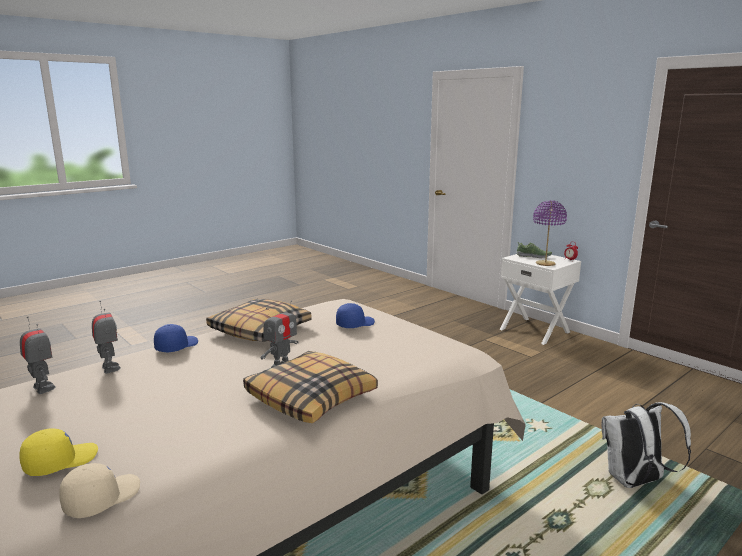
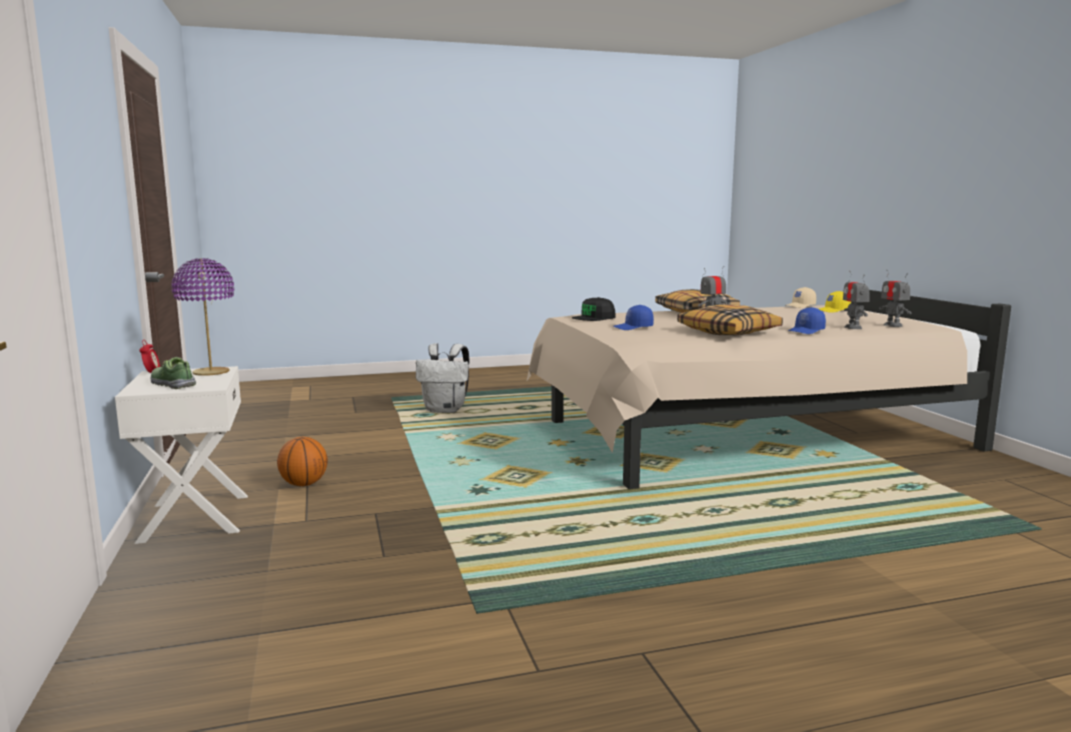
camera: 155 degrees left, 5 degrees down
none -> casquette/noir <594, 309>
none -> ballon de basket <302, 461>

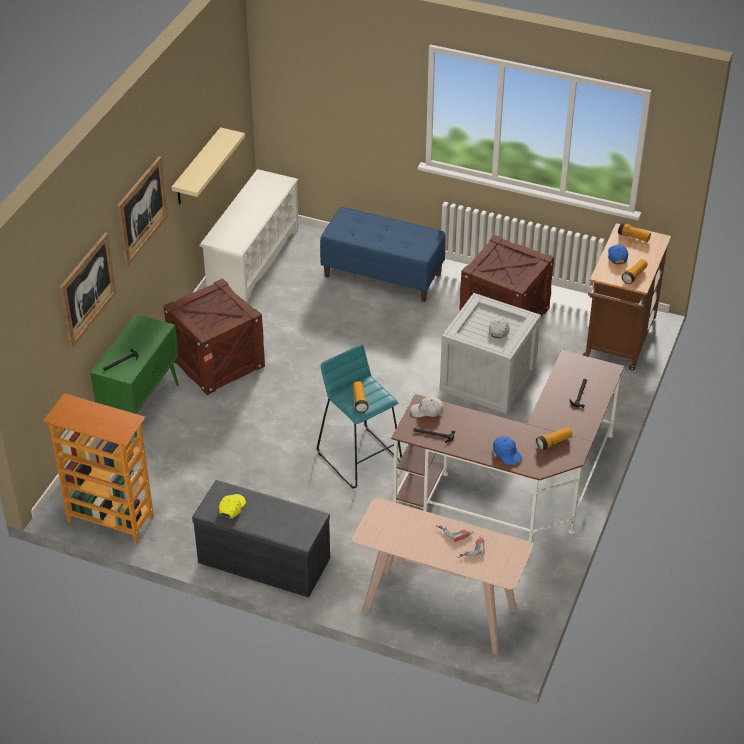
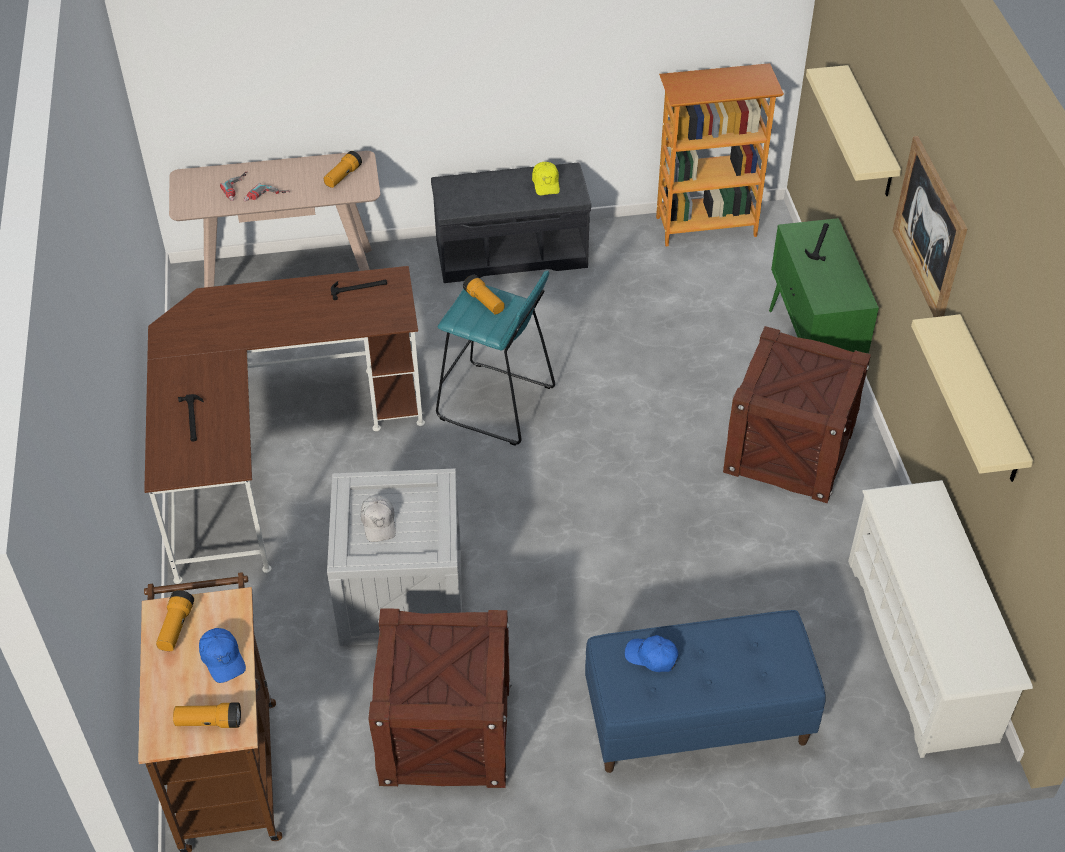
camera: 150 degrees right, 5 degrees up
tableau <87, 290> -> étagère/beige <853, 130>
casquette/blanc <426, 407> -> none
lampe de poche <554, 438> -> lampe de poche <343, 169>, relocated
casquette/bleu <507, 450> -> casquette/bleu <652, 653>, relocated

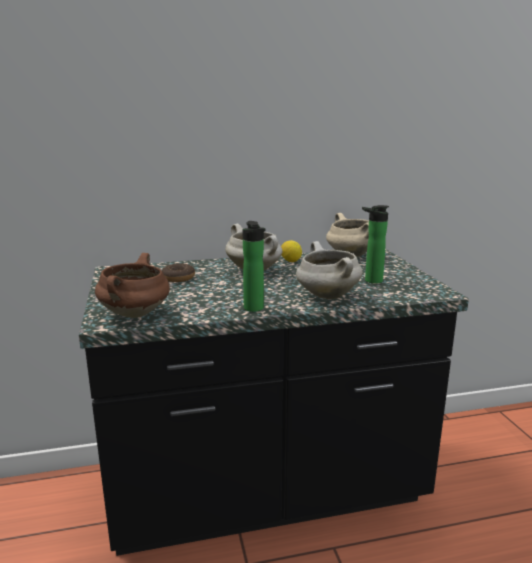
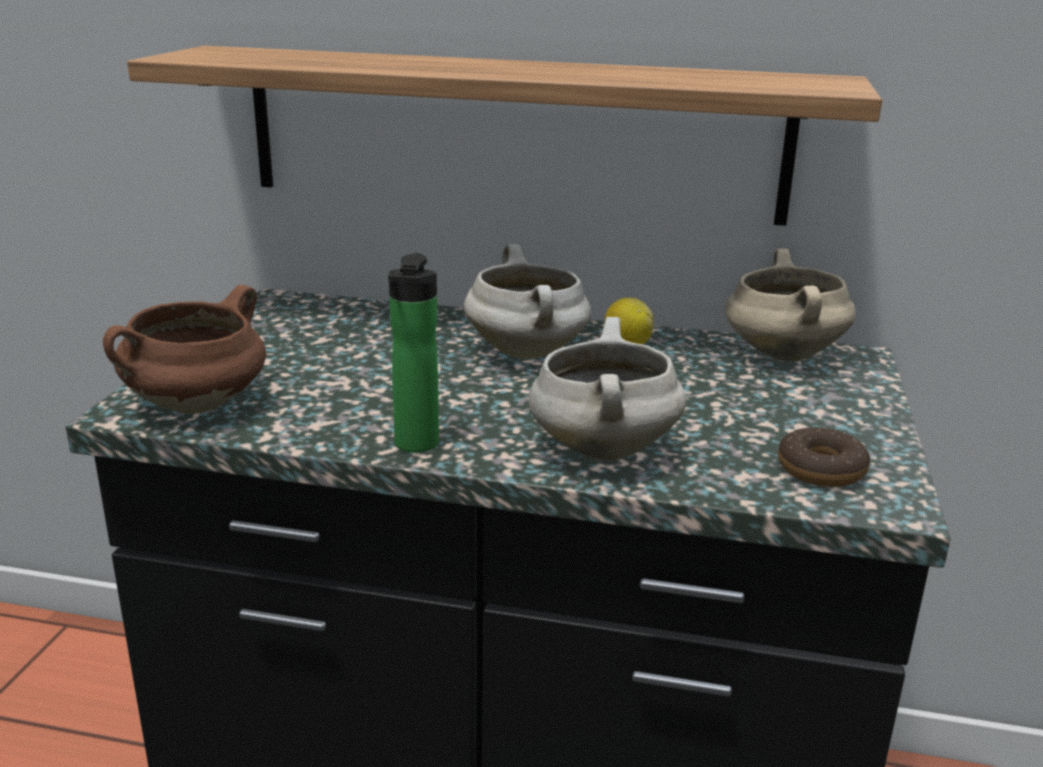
camera: 25 degrees right, 5 degrees up
bouteille <375, 244> -> none
beignet <178, 272> -> beignet <824, 457>, relocated
none -> étagère <504, 136>

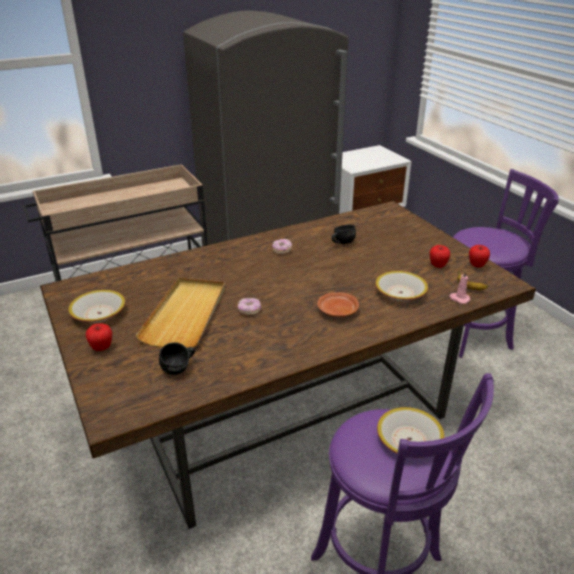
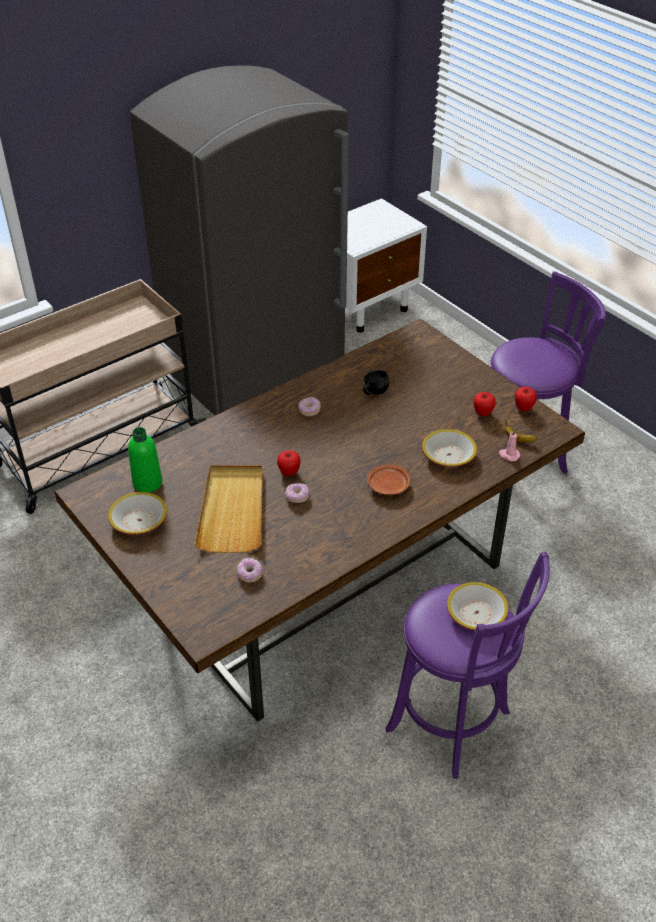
camera: 10 degrees left, 10 degrees up
pomme <99, 337> -> pomme <289, 463>, relocated
mug/noir <177, 358> -> beignet <250, 570>
none -> bouteille/vert <145, 459>

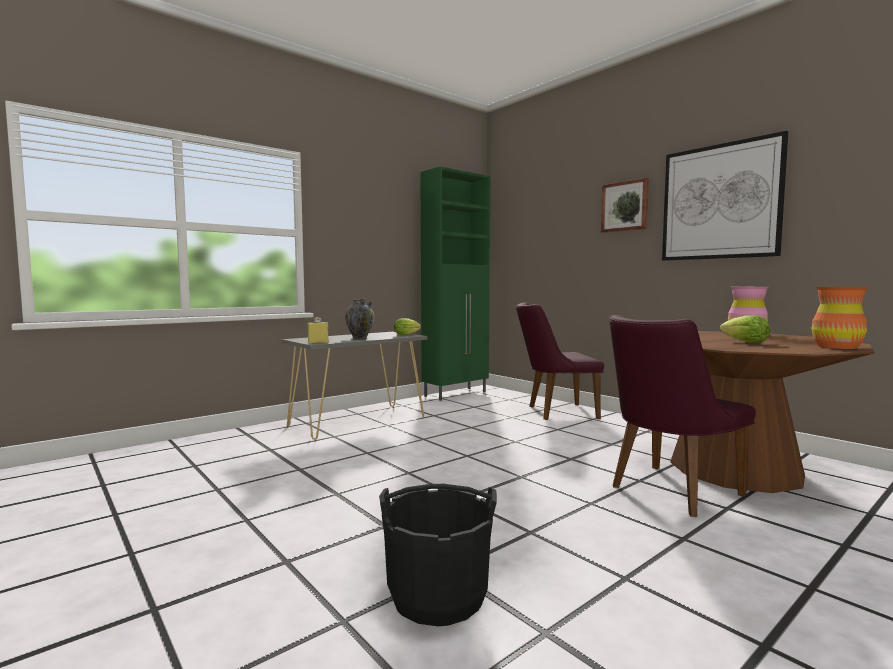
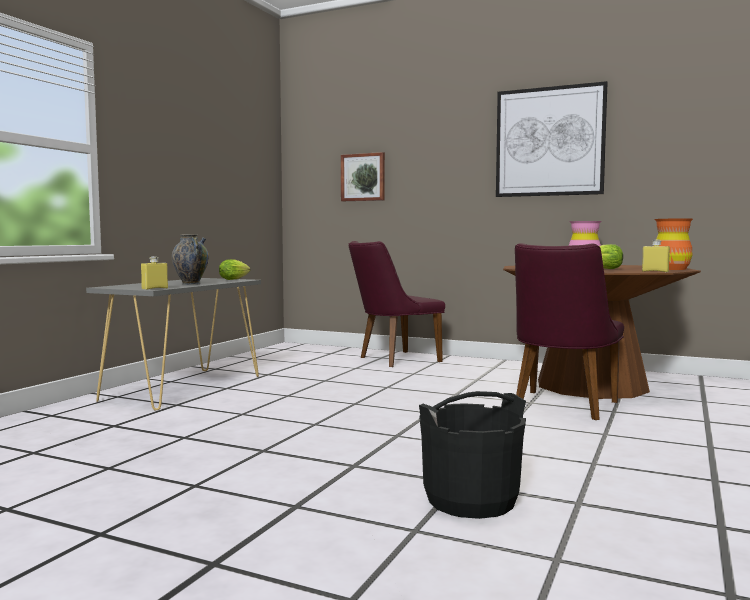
camera: 25 degrees left, 0 degrees up
meuble de rangement/vert <455, 284> -> none
tableau <625, 205> -> tableau <363, 176>, relocated
none -> bouteille/jaune <656, 255>

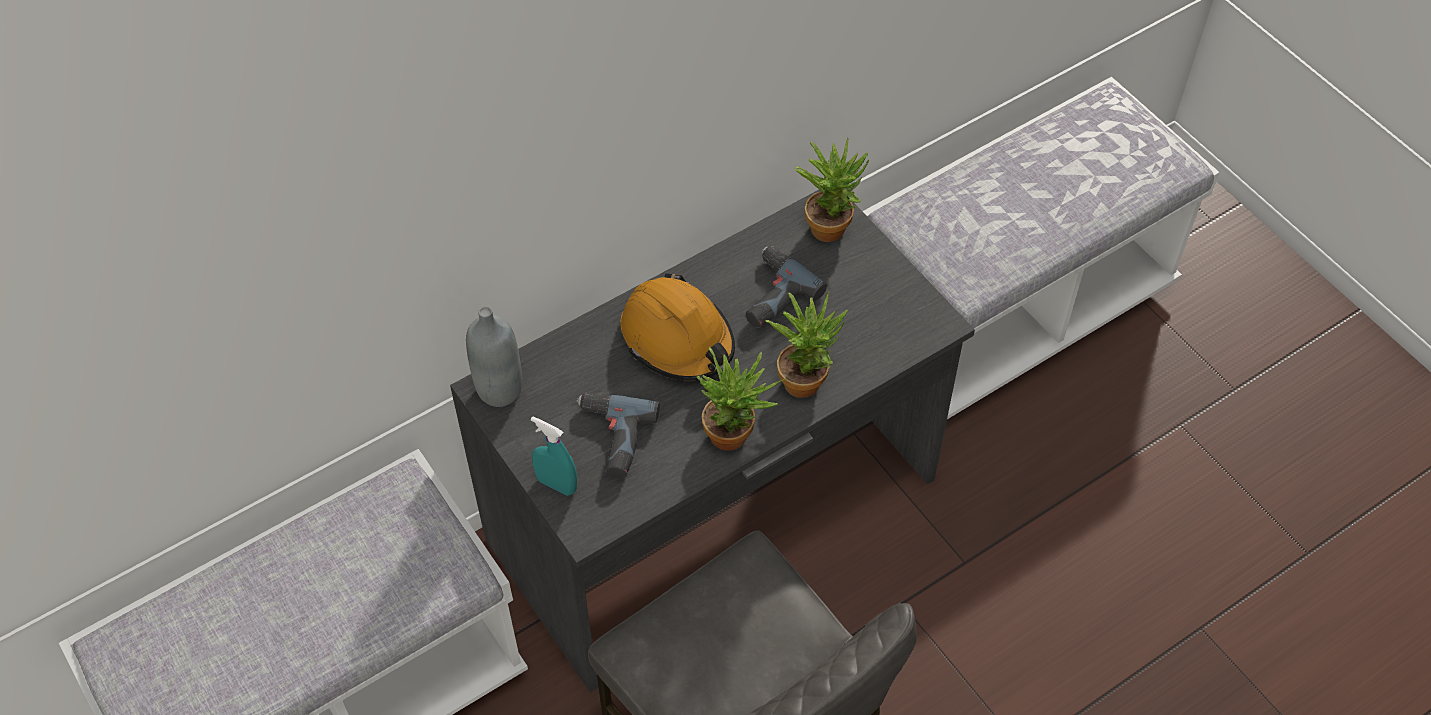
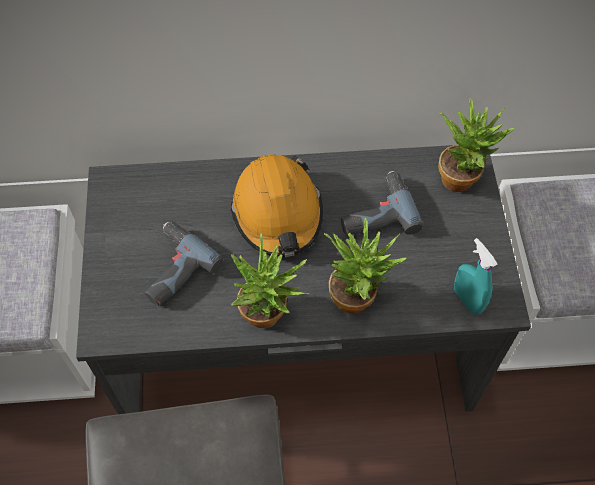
camera: 30 degrees right, 5 degrees up
bouteille/gris <494, 356> -> none
vaporisateur/turquoise <554, 456> -> vaporisateur/turquoise <476, 276>, relocated

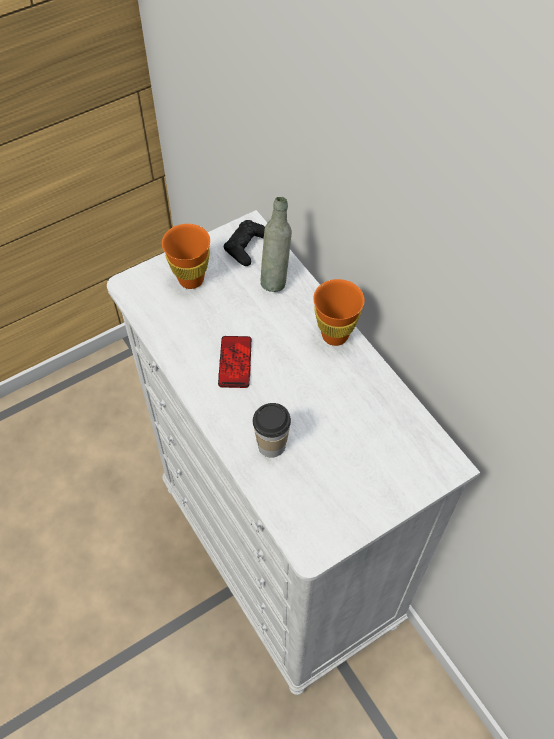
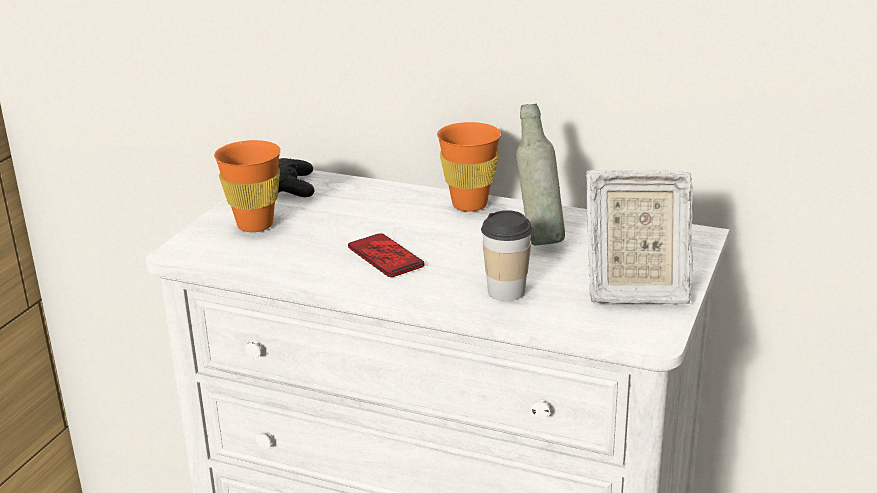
camera: 35 degrees left, 30 degrees down
bouteille/gris <276, 244> -> bouteille/gris <540, 174>, relocated
none -> cadre photo <639, 237>

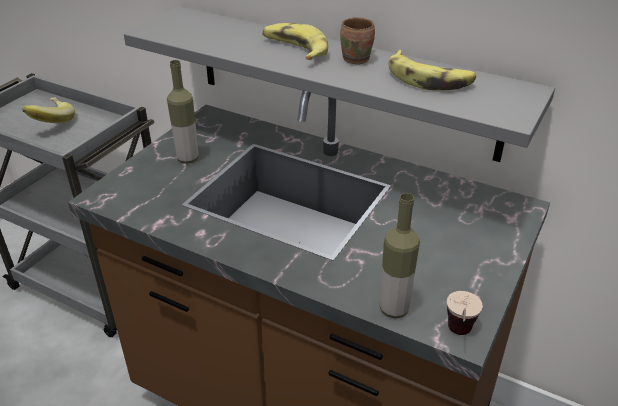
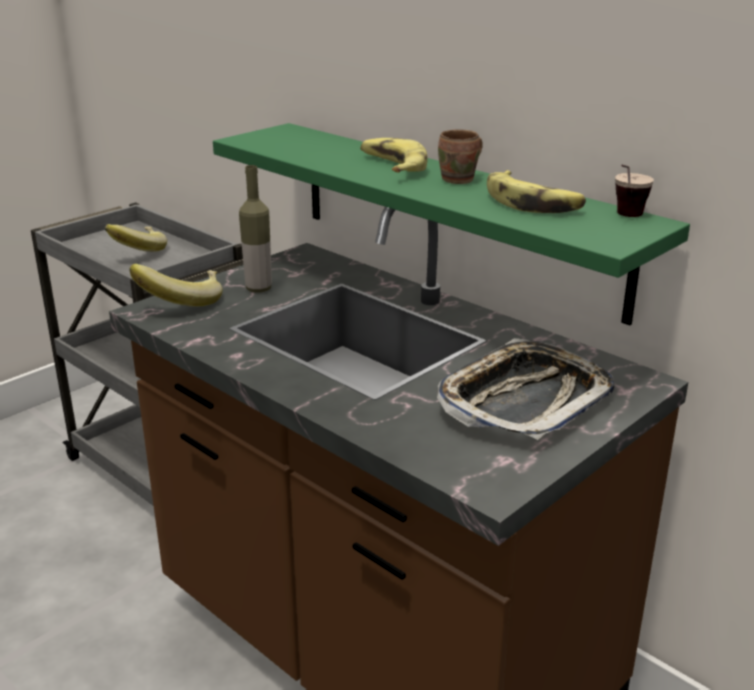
camera: 15 degrees right, 10 degrees down
étagère/gris <339, 84> -> étagère/vert <451, 224>
bouteille <399, 256> -> none
tasse <465, 313> -> tasse <634, 191>, relocated
none -> banane <176, 285>
none -> plateau <526, 389>

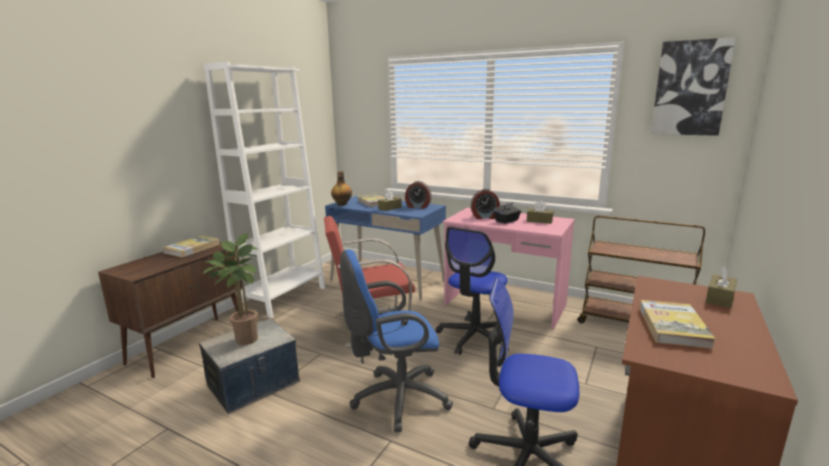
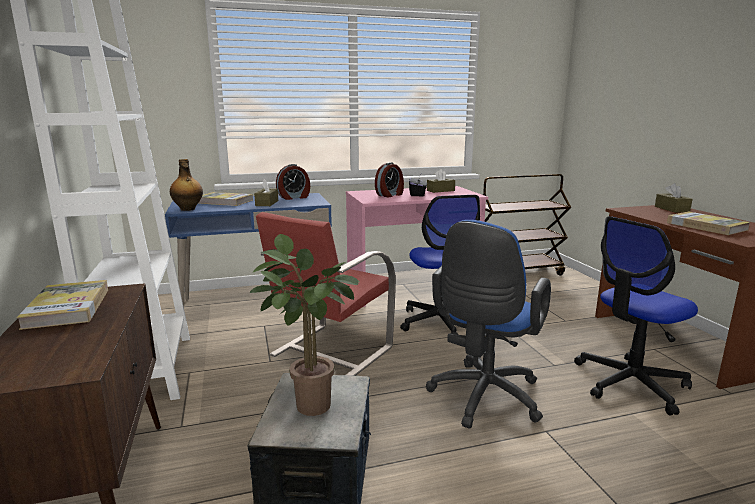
camera: 45 degrees left, 0 degrees up
tableau <693, 86> -> none

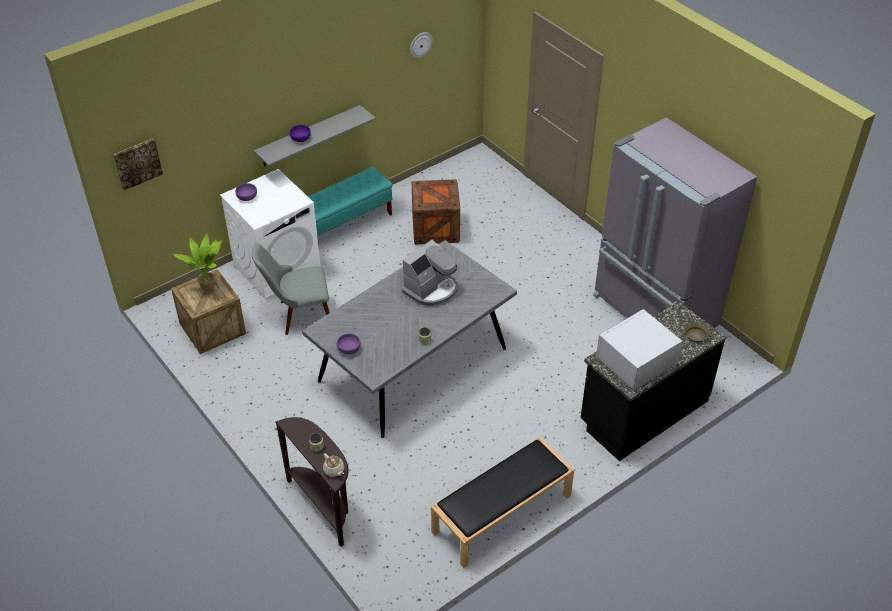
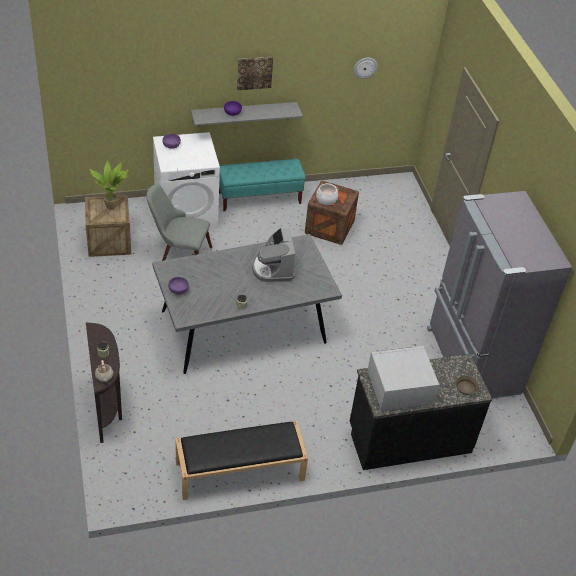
camera: 20 degrees right, 0 degrees up
tableau <138, 164> -> tableau <255, 73>, relocated
machine à café <430, 273> -> machine à café <273, 255>, 105 degrees clockwise
none -> marmite <327, 194>

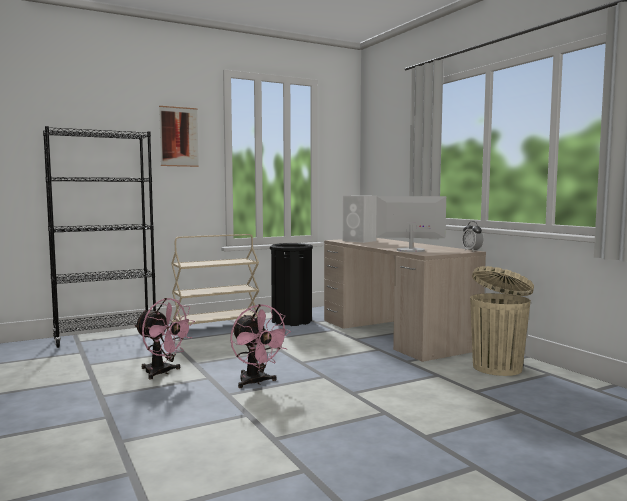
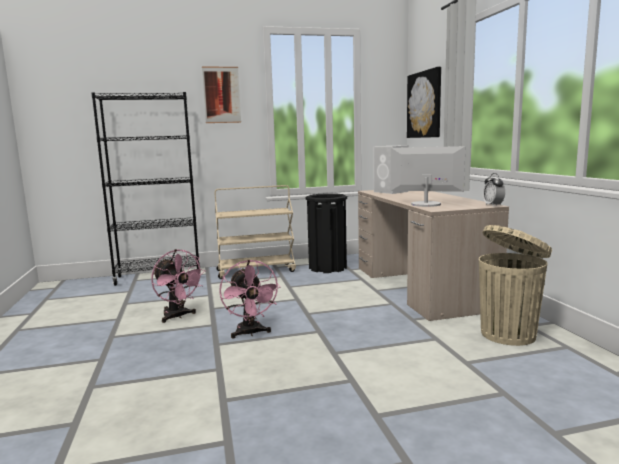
camera: 15 degrees right, 5 degrees up
none -> tableau <424, 102>

